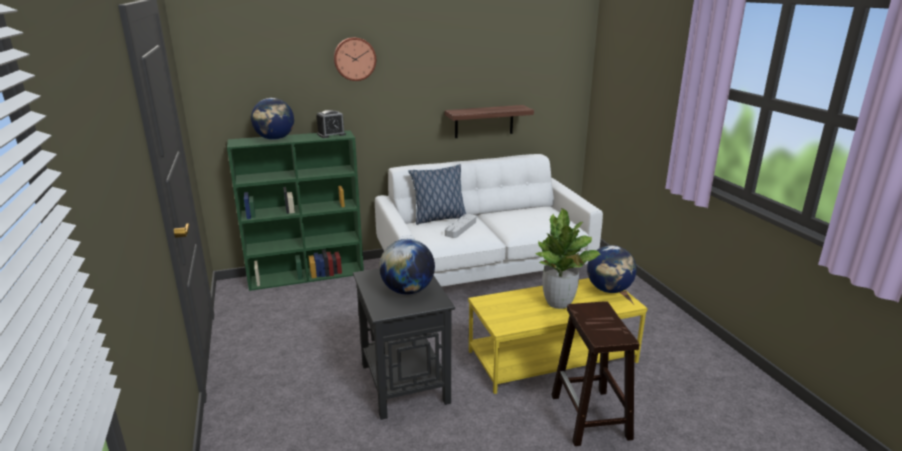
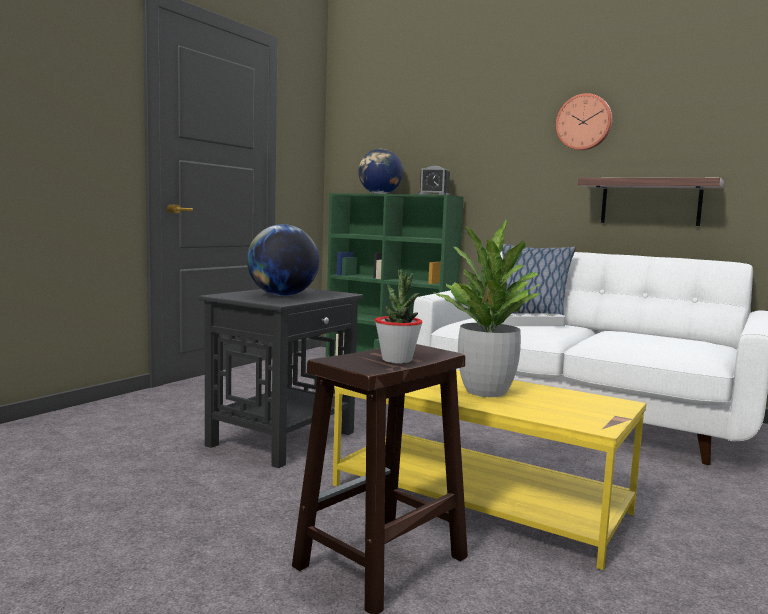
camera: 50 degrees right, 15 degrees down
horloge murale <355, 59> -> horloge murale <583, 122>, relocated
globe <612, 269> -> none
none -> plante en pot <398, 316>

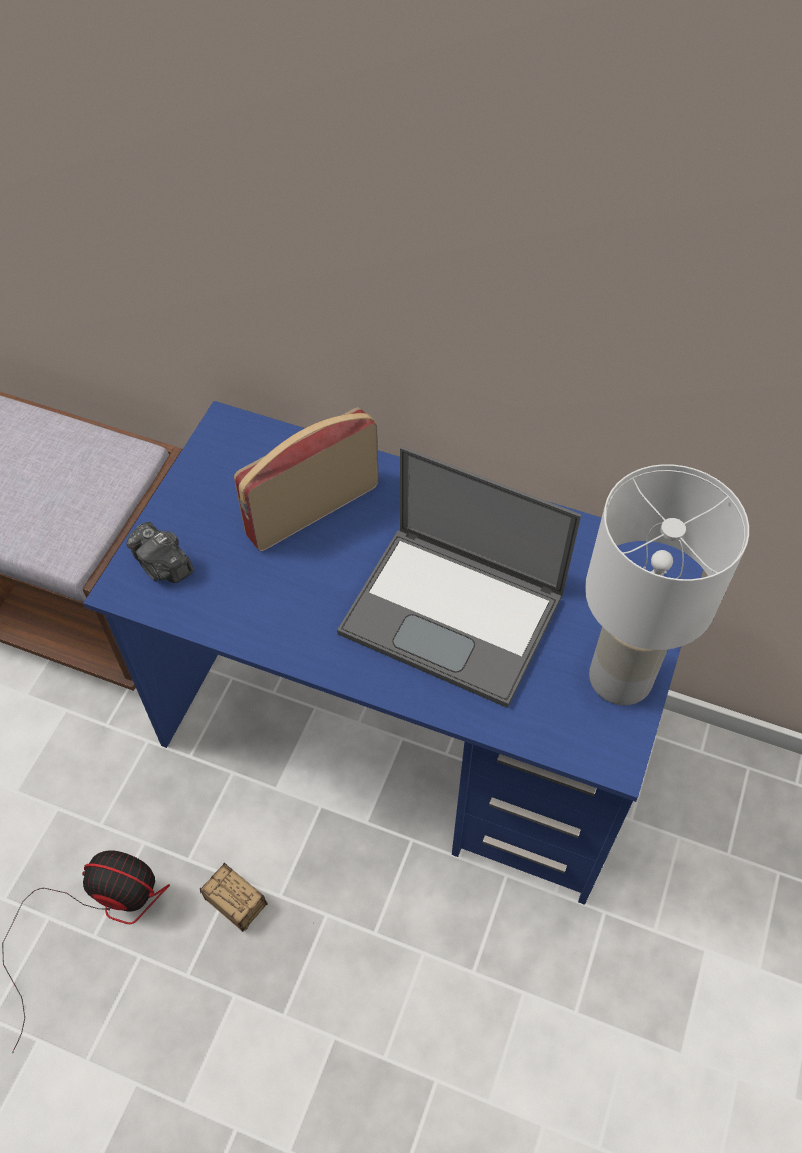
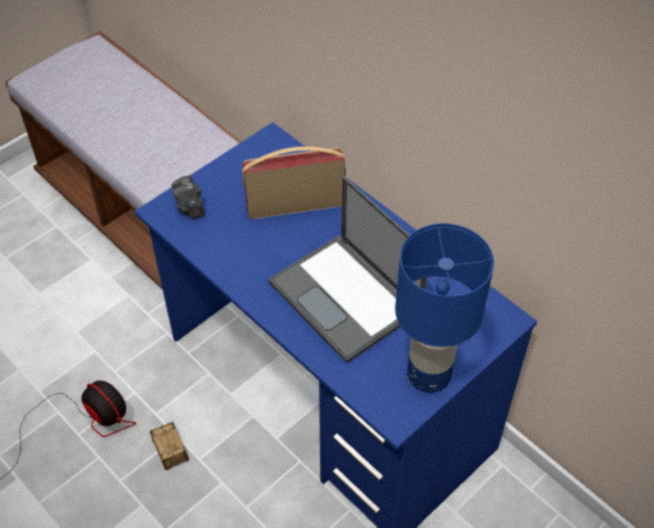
camera: 25 degrees right, 5 degrees down
lampe de table/blanc <667, 584> -> lampe de table/bleu <444, 308>

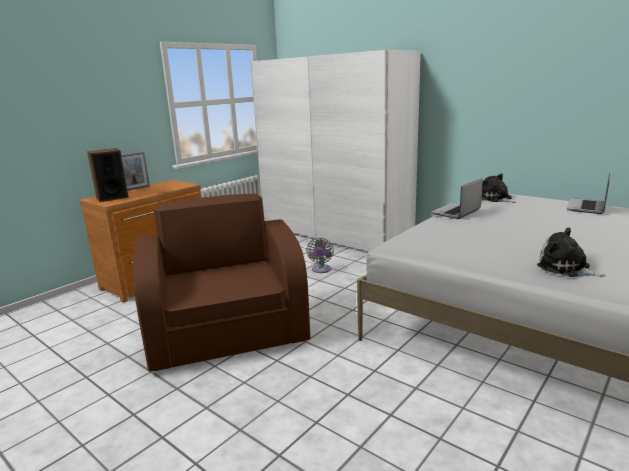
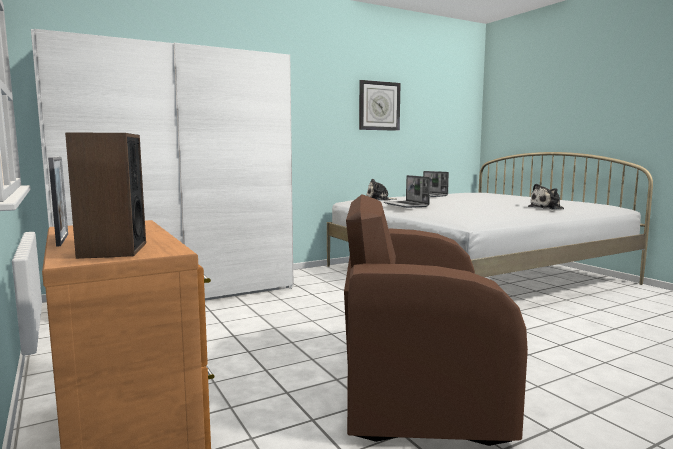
camera: 70 degrees left, 10 degrees down
ventilateur/gris <320, 255> -> none
none -> horloge murale <380, 105>

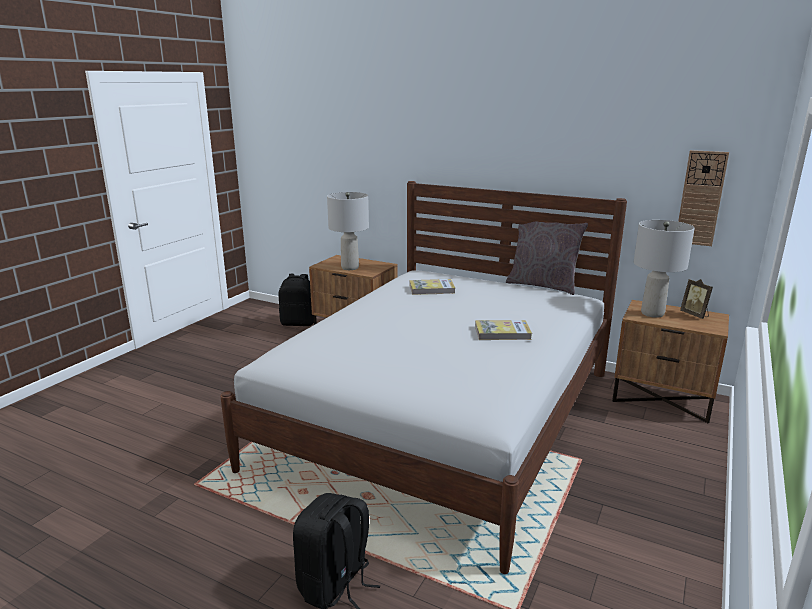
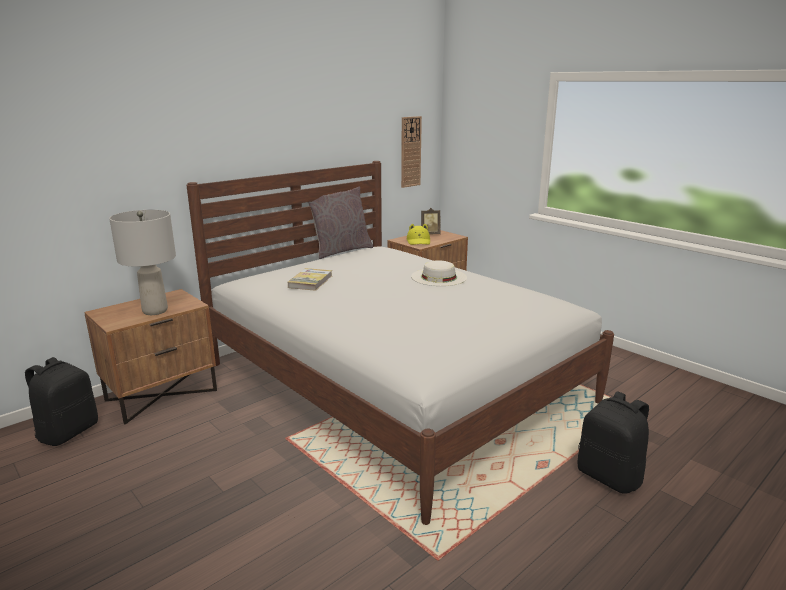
camera: 70 degrees left, 0 degrees up
lampe de table/gris <664, 269> -> chapeau/jaune <418, 234>
livre <503, 330> -> chapeau/blanc <439, 273>

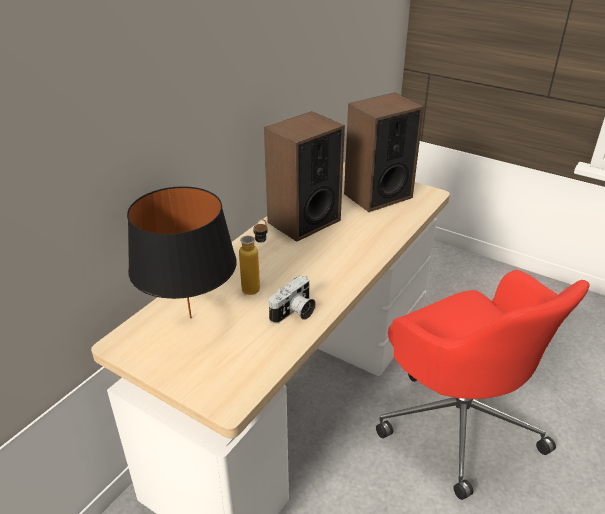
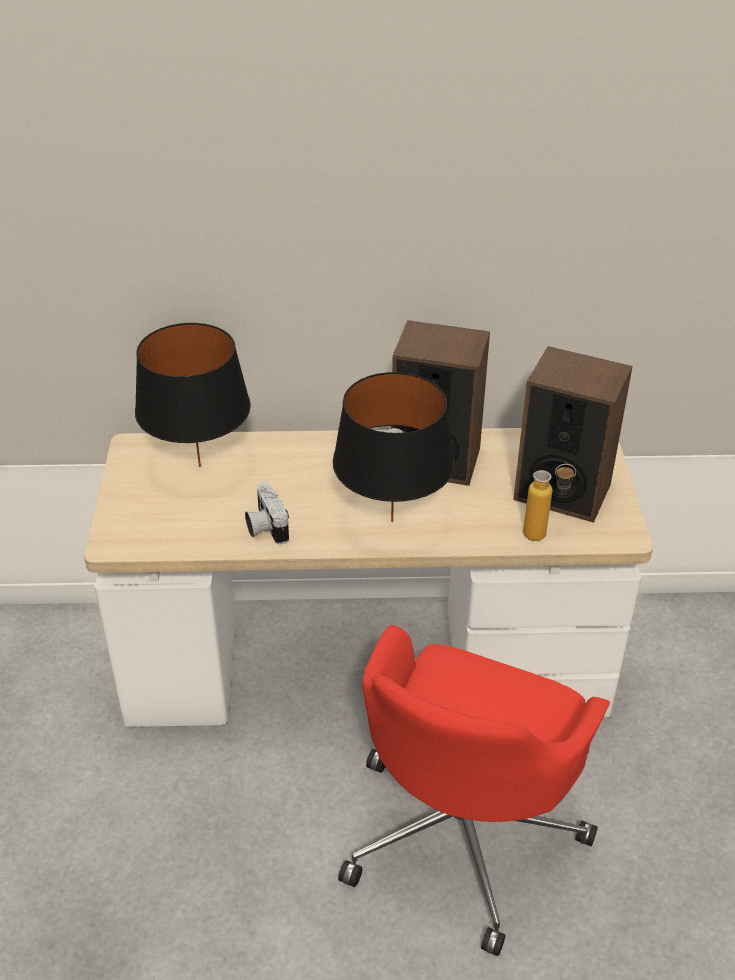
camera: 55 degrees right, 5 degrees up
bouteille <253, 257> -> bouteille <549, 502>, relocated
appareil photo <292, 300> -> appareil photo <267, 513>, 60 degrees clockwise
none -> lampe de table/noir <394, 447>

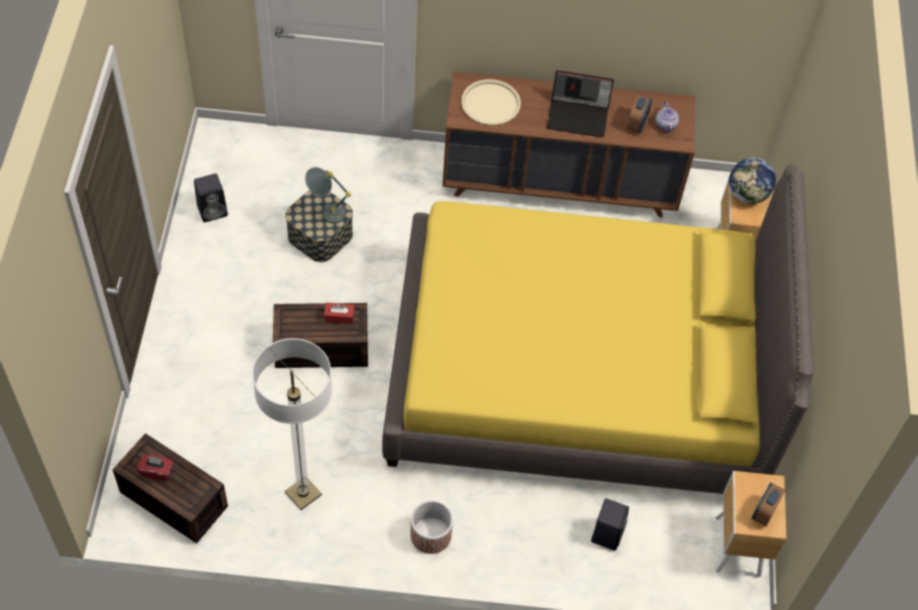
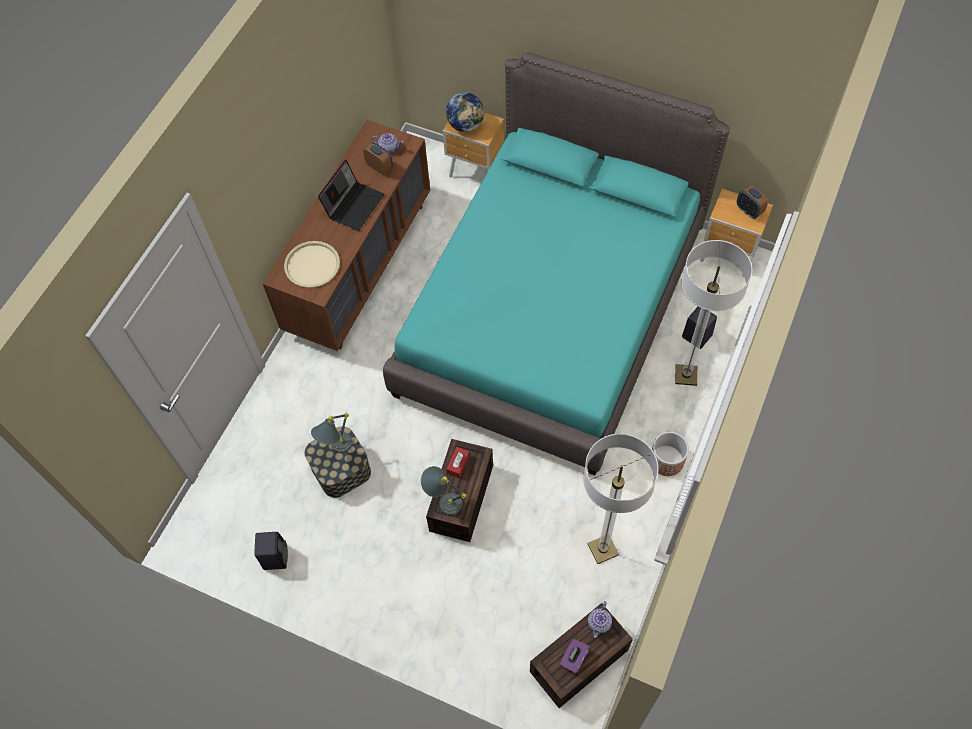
camera: 65 degrees left, 5 degrees up
lit/jaune <598, 329> -> lit/turquoise <556, 264>
boîte à mouchoirs/rouge <154, 468> -> boîte à mouchoirs/violet <575, 656>
none -> lampadaire <713, 313>
none -> lampe de table/gris <444, 490>
none -> théière <600, 619>

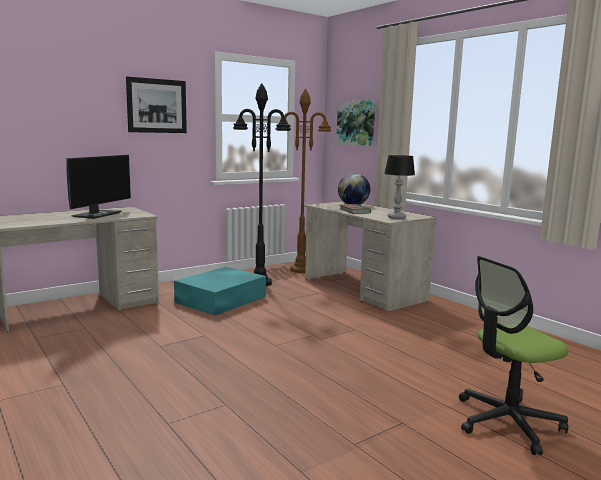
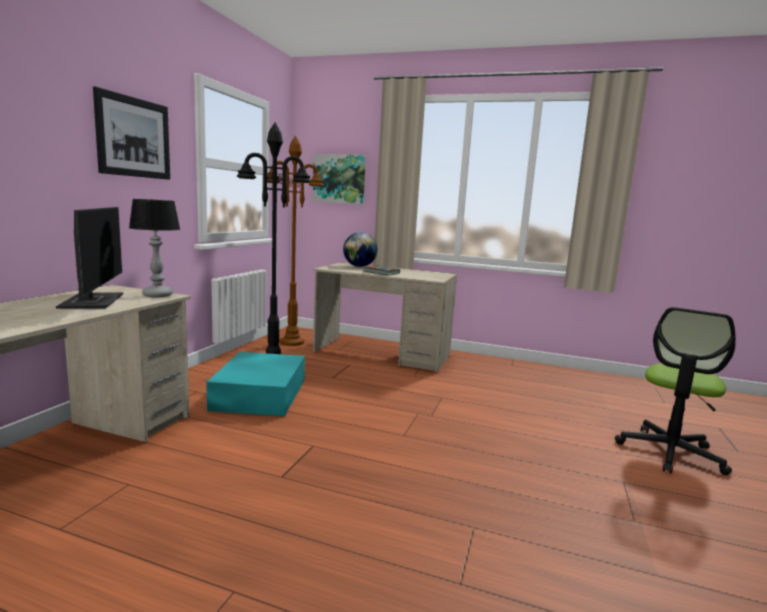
camera: 35 degrees left, 0 degrees up
lampe de table <399, 187> -> lampe de table <154, 248>, relocated

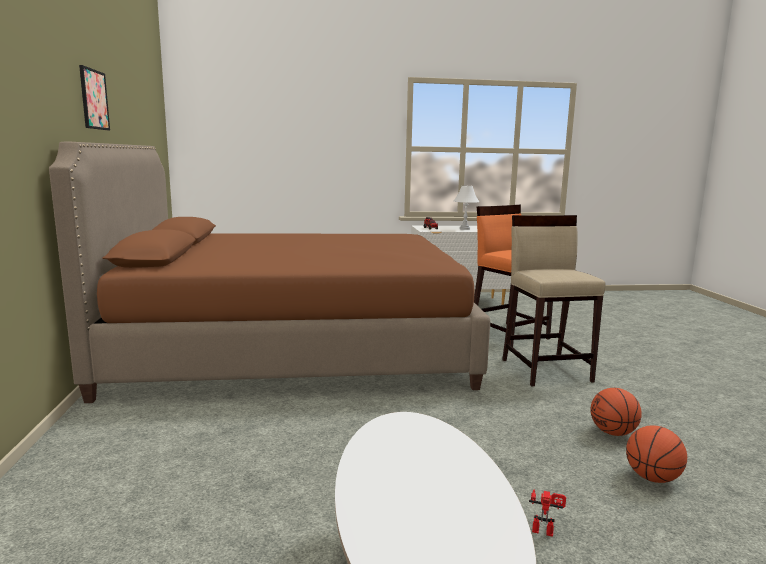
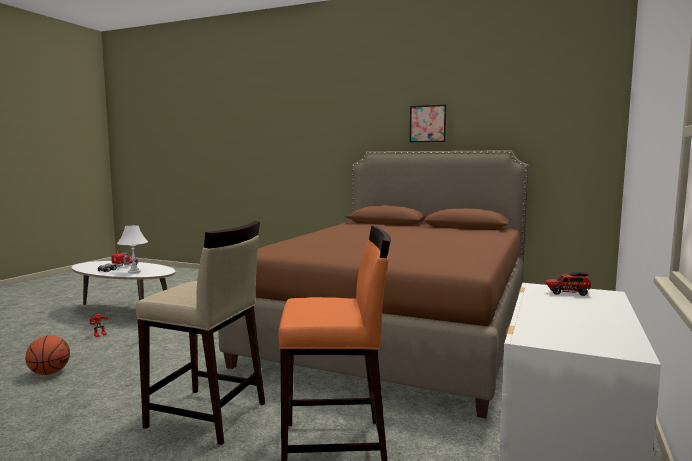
camera: 120 degrees right, 5 degrees down
lampe de table/blanc <466, 208> -> lampe de table/blanc <132, 249>, relocated
ballon de basket <616, 412> -> none
none -> camion jouet <118, 261>

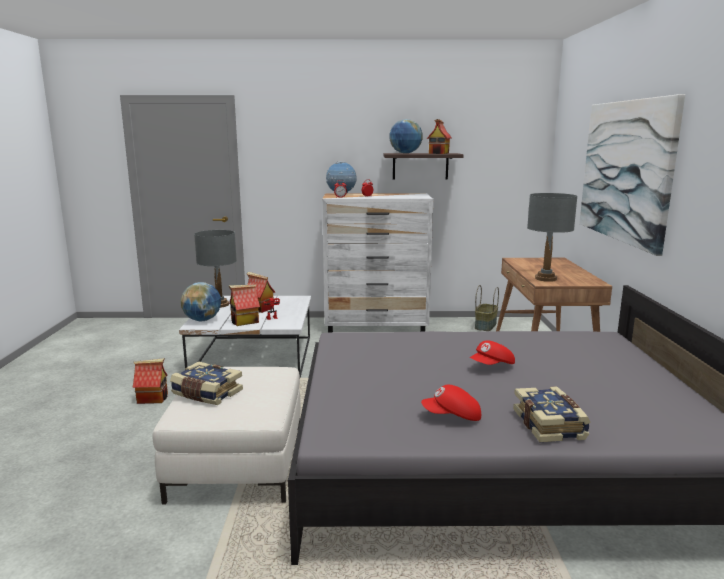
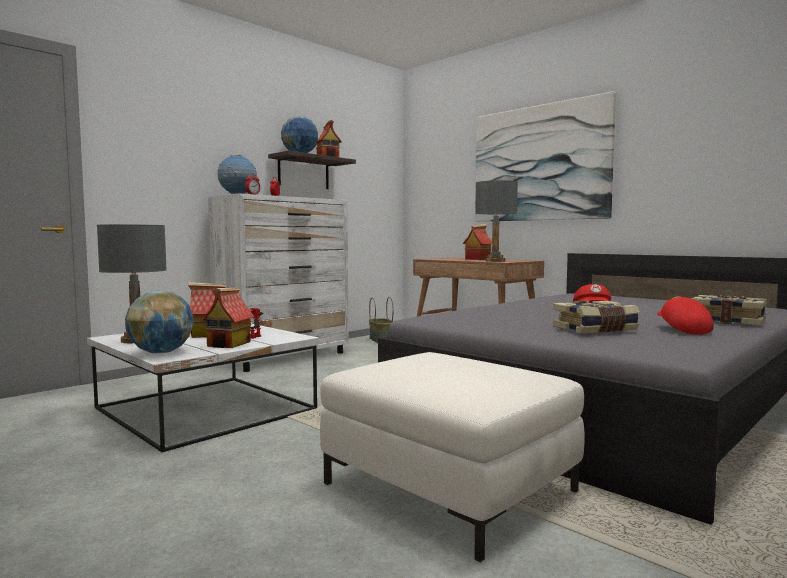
camera: 45 degrees left, 10 degrees down
maison miniature <150, 381> -> maison miniature <477, 242>, relocated
livre <206, 383> -> livre <596, 316>, relocated
casquette/rouge <451, 403> -> casquette/rouge <685, 315>, 135 degrees clockwise

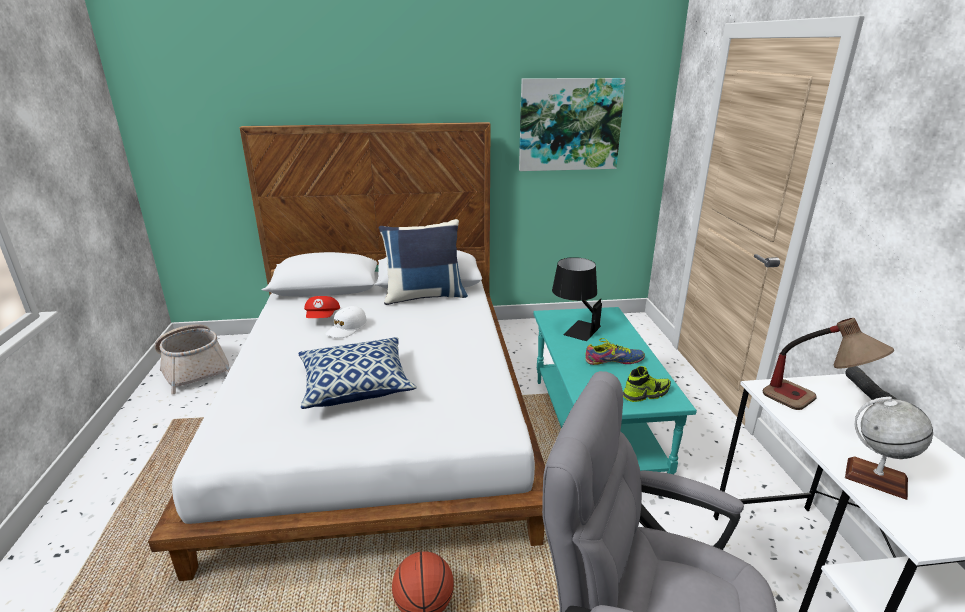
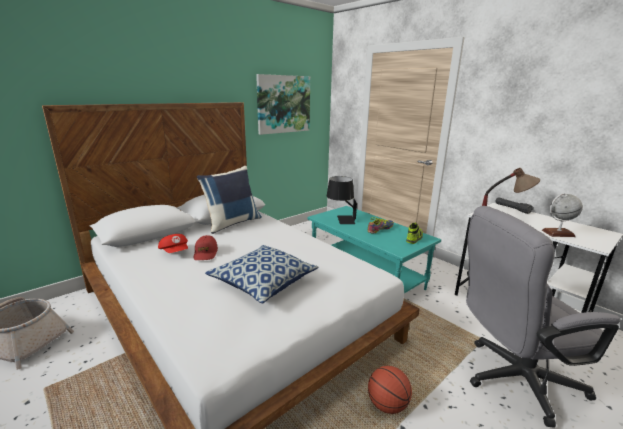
camera: 35 degrees left, 5 degrees down
casquette/blanc <346, 322> -> casquette/rouge <205, 247>

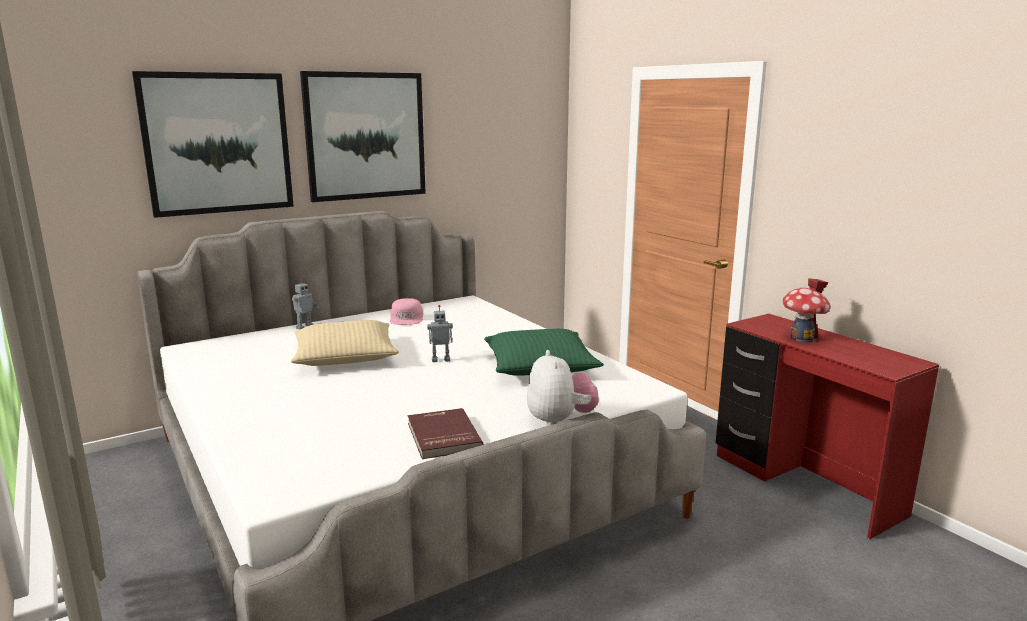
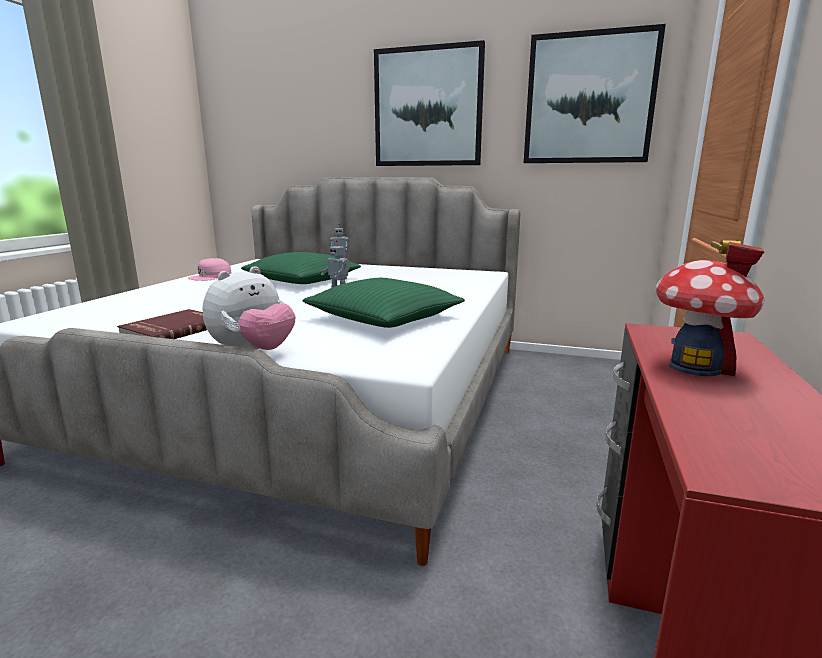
camera: 50 degrees right, 0 degrees up
tableau <213, 144> -> tableau <595, 93>, relocated
casquette/rose <406, 311> -> casquette/rose <210, 269>, relocated
coussin/beige <345, 343> -> coussin/vert <301, 268>

